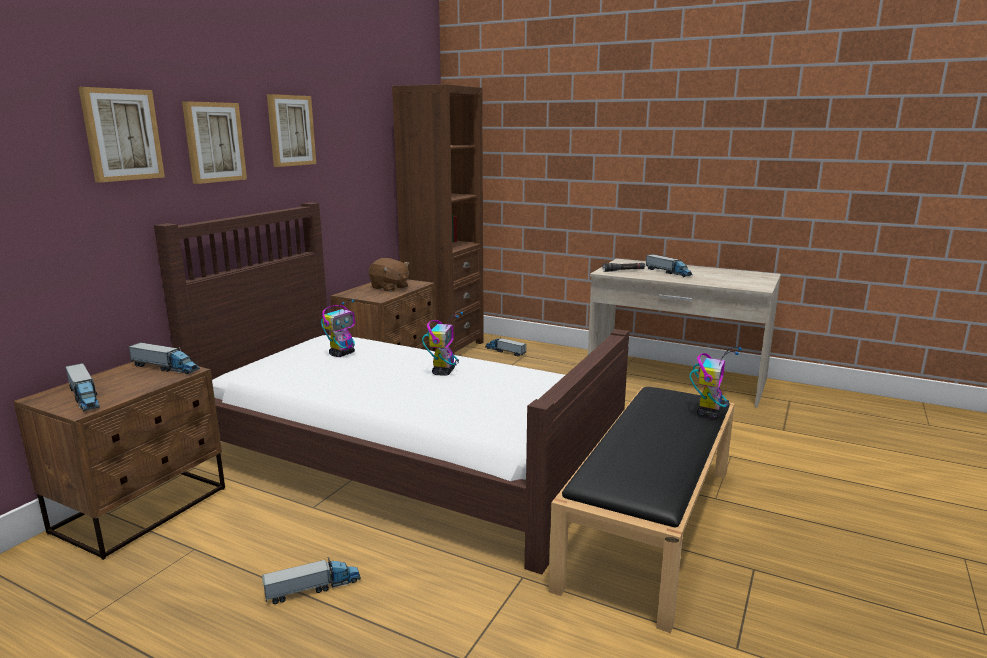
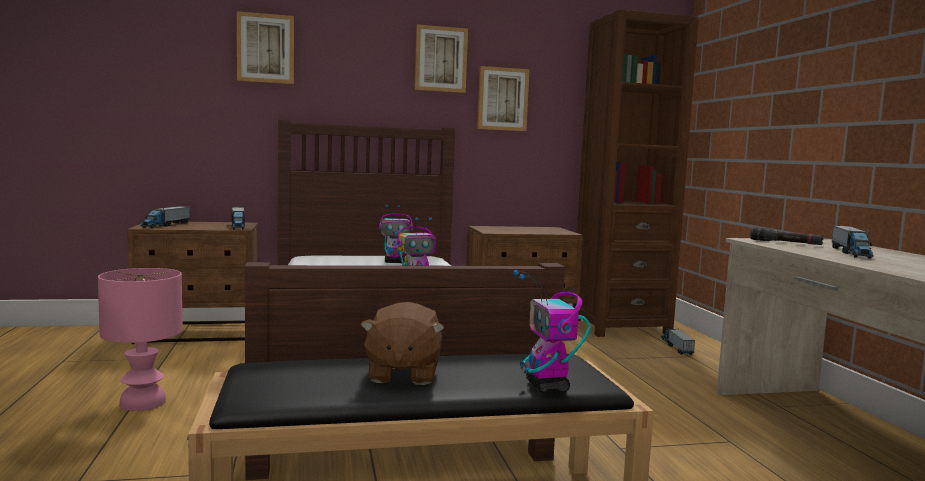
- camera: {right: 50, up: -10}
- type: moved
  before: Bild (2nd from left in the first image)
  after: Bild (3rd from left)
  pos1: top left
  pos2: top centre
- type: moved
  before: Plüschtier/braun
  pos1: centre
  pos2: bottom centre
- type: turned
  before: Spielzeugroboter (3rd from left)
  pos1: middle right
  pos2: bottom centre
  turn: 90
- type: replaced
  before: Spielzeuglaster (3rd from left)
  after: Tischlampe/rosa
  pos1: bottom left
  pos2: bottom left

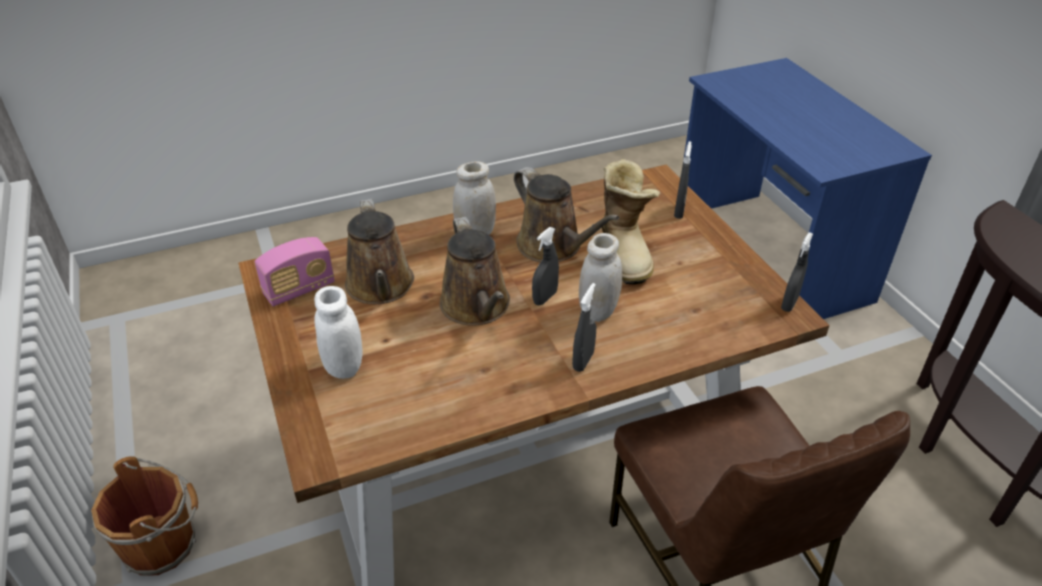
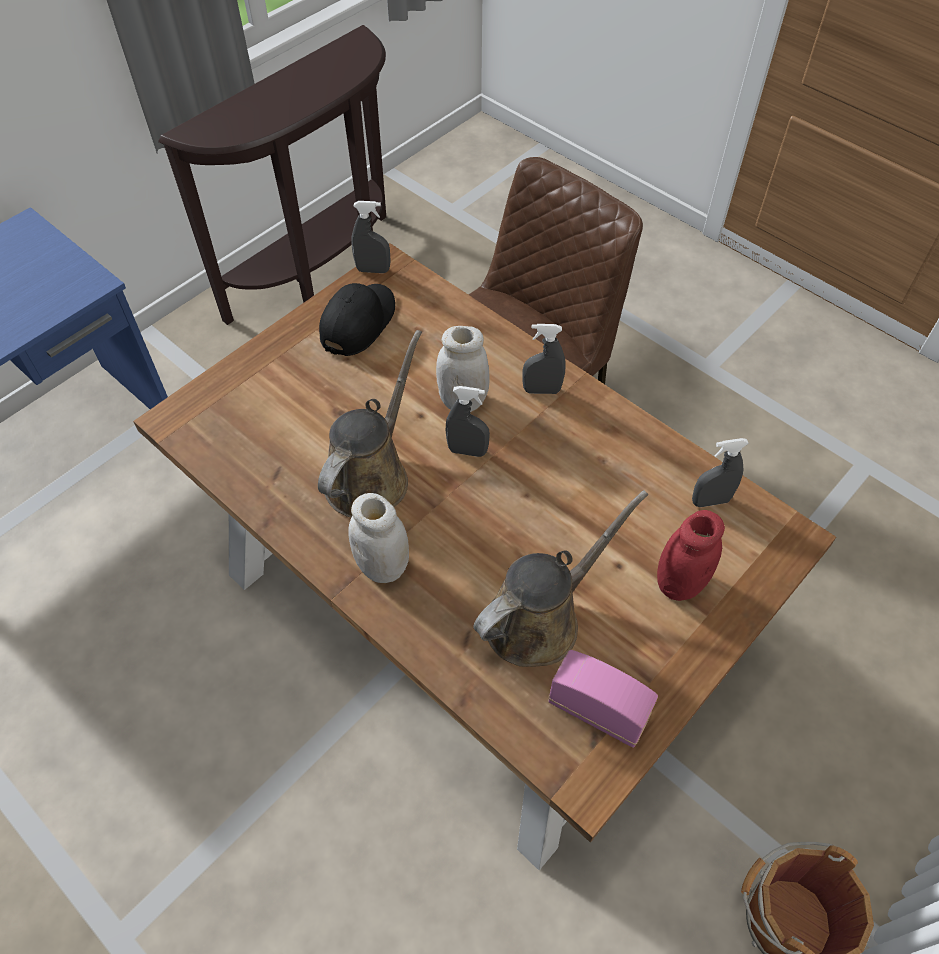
- camera: {right: -115, up: 15}
- type: moved
  before: Sprühflasche/grau (3rd from left in the first image)
  after: Sprühflasche/grau (4th from left)
  pos1: top centre
  pos2: middle right
- type: removed
  before: Stiefel
  pos1: centre
- type: removed
  before: Gießkanne/braun (2nd from left)
  pos1: centre
- type: recoloured
  before: Vorratsglas/weiß (1st from left)
  after: Vorratsglas/rot
  pos1: middle left
  pos2: middle right
- type: added
  after: Kappe/schwarz
  pos2: centre

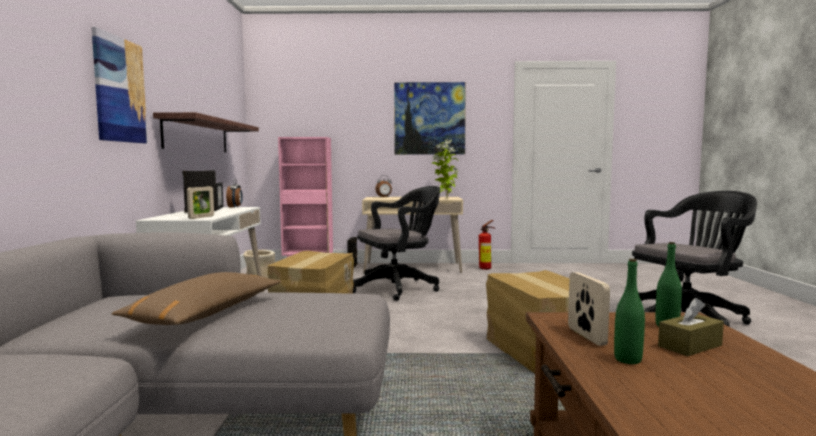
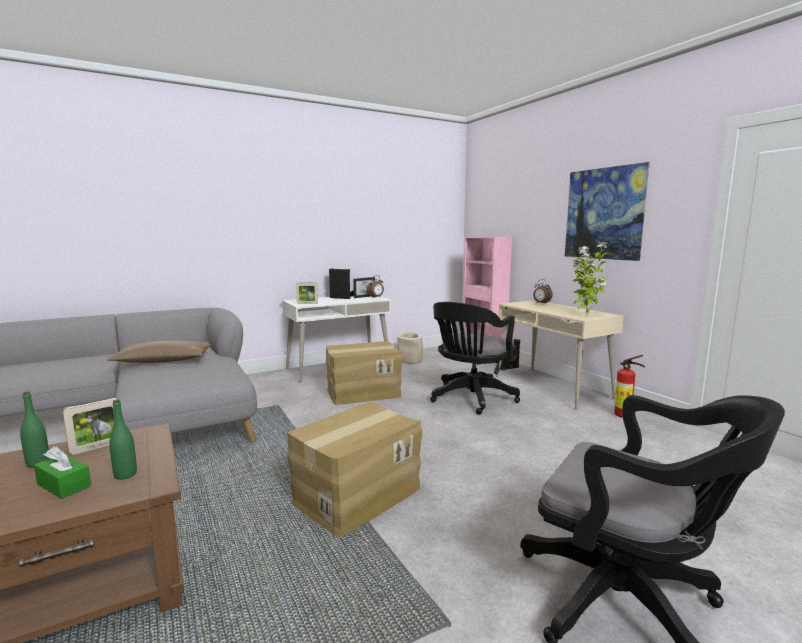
- camera: {right: 60, up: 5}
- type: removed
  before: Bild (1st from left)
  pos1: top left
- type: removed
  before: Wandregal
  pos1: top left
- type: turned
  before: Bürostuhl/schwarz (1st from left)
  pos1: centre
  pos2: centre
  turn: 90
- type: recoloured
  before: Taschentuchbox/braun
  after: Taschentuchbox/grün
  pos1: bottom right
  pos2: bottom left

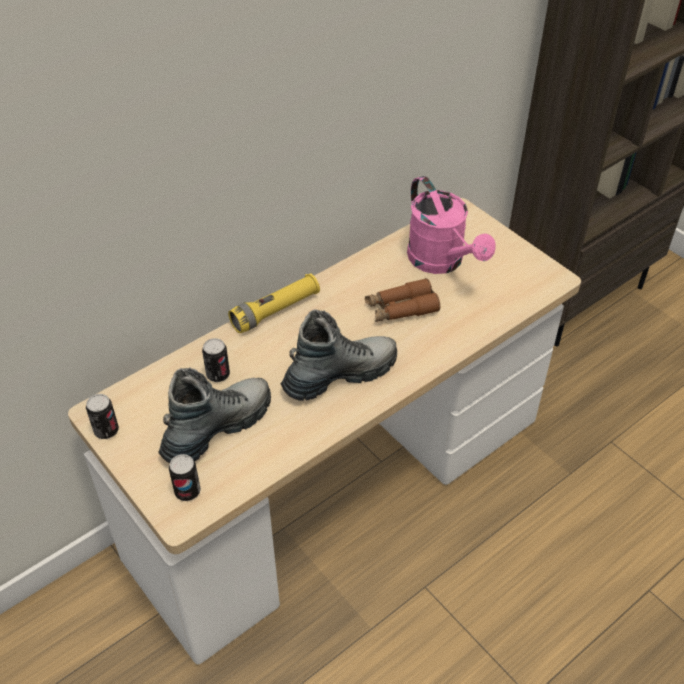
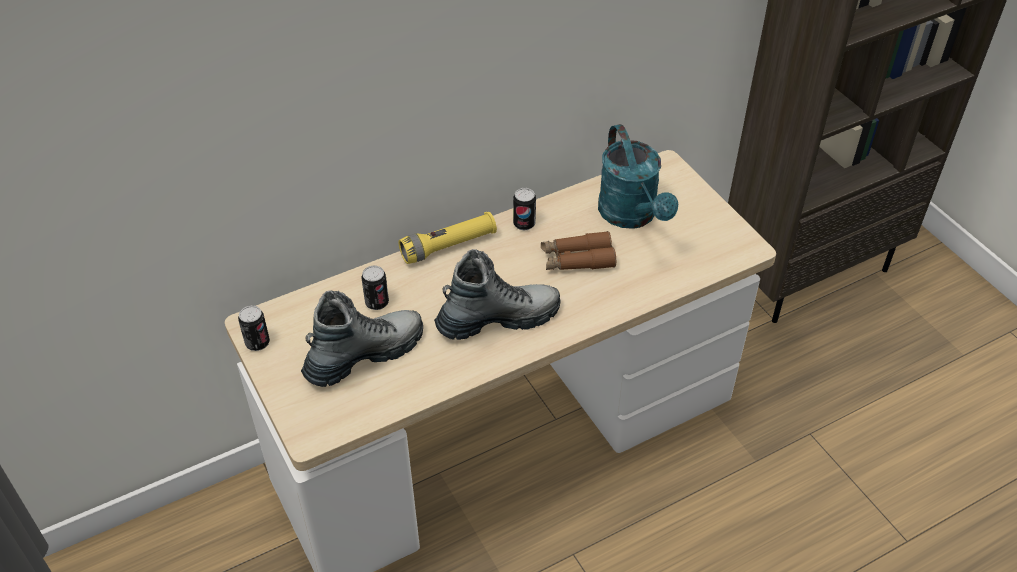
- camera: {right: 10, up: 0}
- type: recoloured
  before: Gießkanne/rosa
  after: Gießkanne/türkis
  pos1: top centre
  pos2: top centre
- type: moved
  before: Dose (2nd from left in the first image)
  after: Dose (3rd from left)
  pos1: bottom left
  pos2: centre

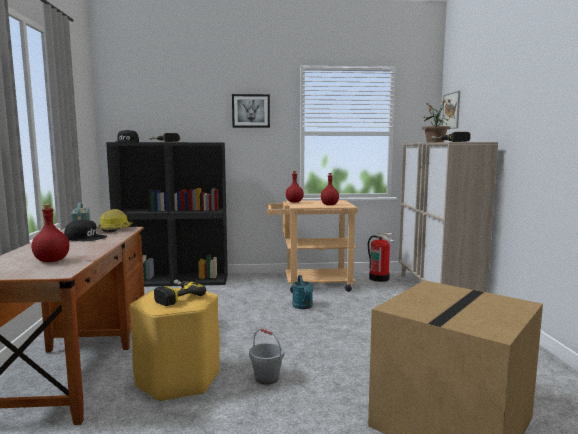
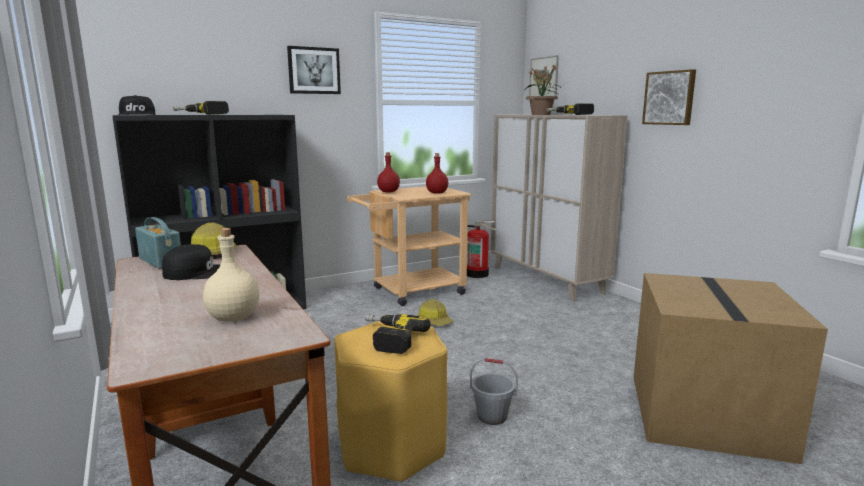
- camera: {right: -25, up: 5}
- type: recoloured
  before: Flasche/rot (1st from left)
  after: Flasche/beige
  pos1: middle left
  pos2: middle left
- type: replaced
  before: Gießkanne/türkis
  after: Schutzhelm (2nd from left)
  pos1: bottom centre
  pos2: centre
- type: added
  after: Bild (3rd from left)
  pos2: top right

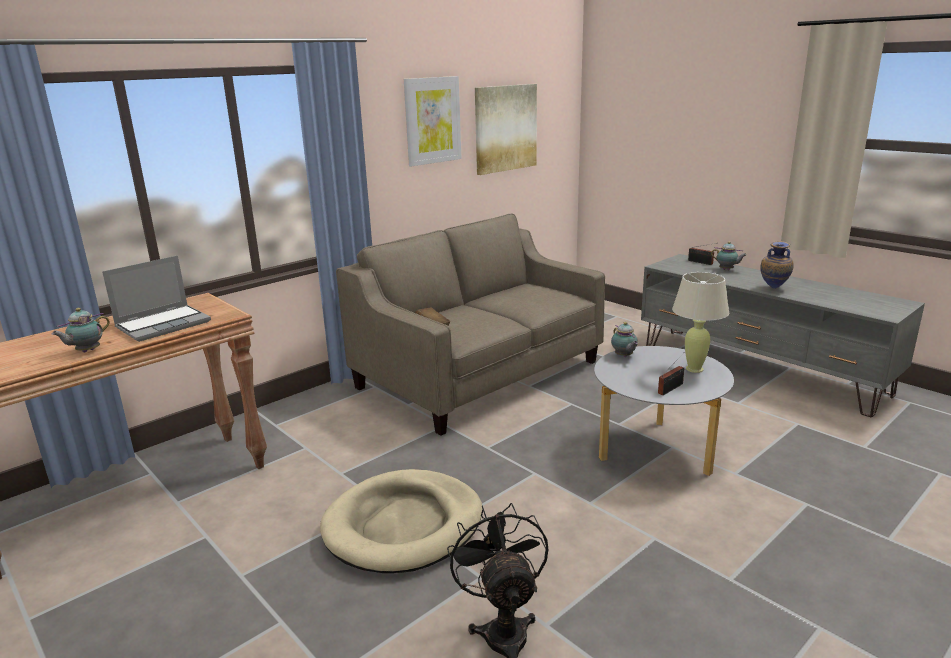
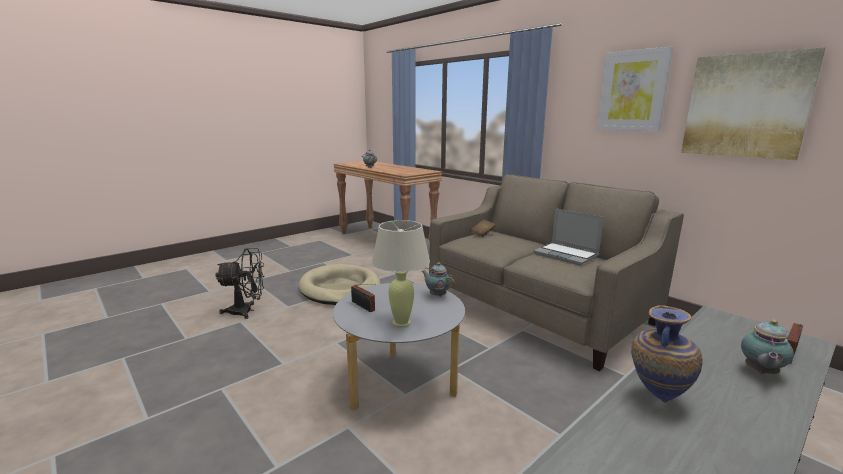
- camera: {right: 90, up: -5}
- type: moved
  before: Laptop
  pos1: middle left
  pos2: middle right
- type: turned
  before: Teekanne (2nd from left)
  pos1: centre
  pos2: centre
  turn: 60

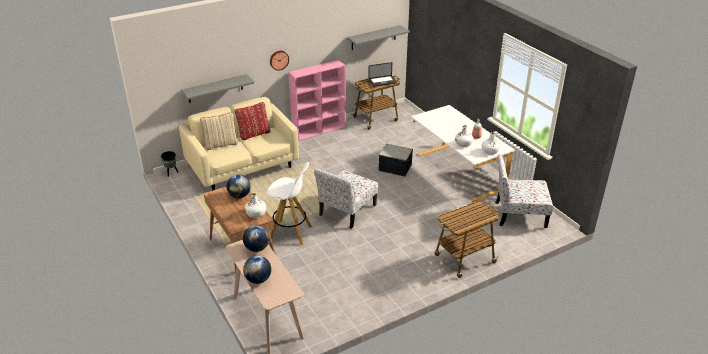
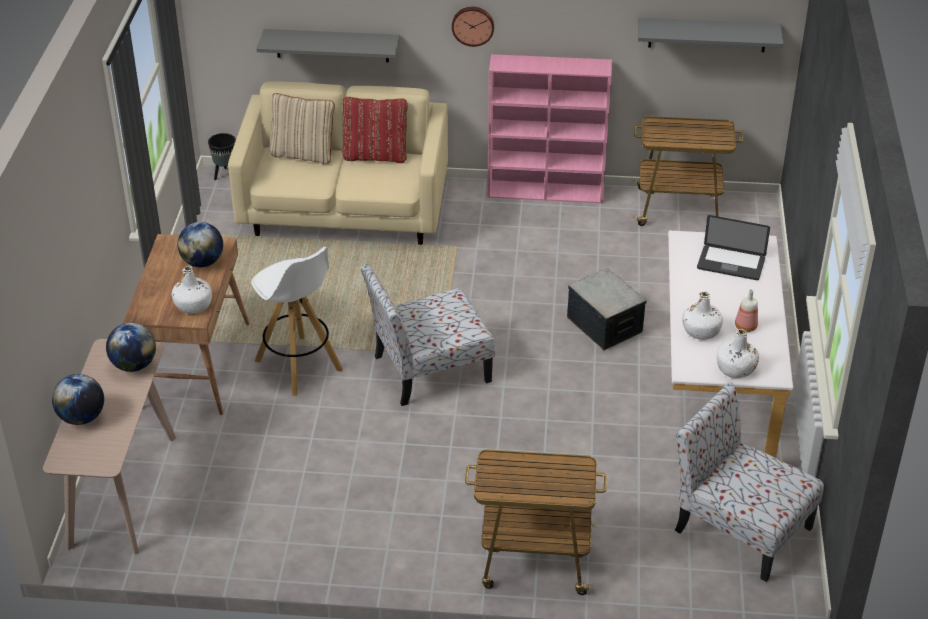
- camera: {right: 35, up: 5}
- type: moved
  before: Laptop
  pos1: top centre
  pos2: middle right

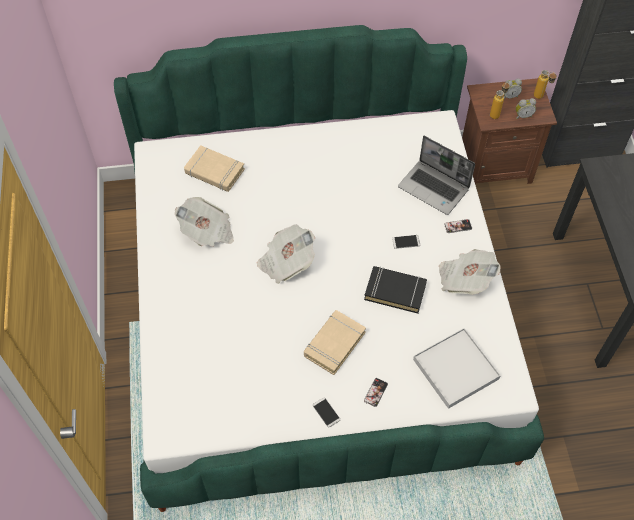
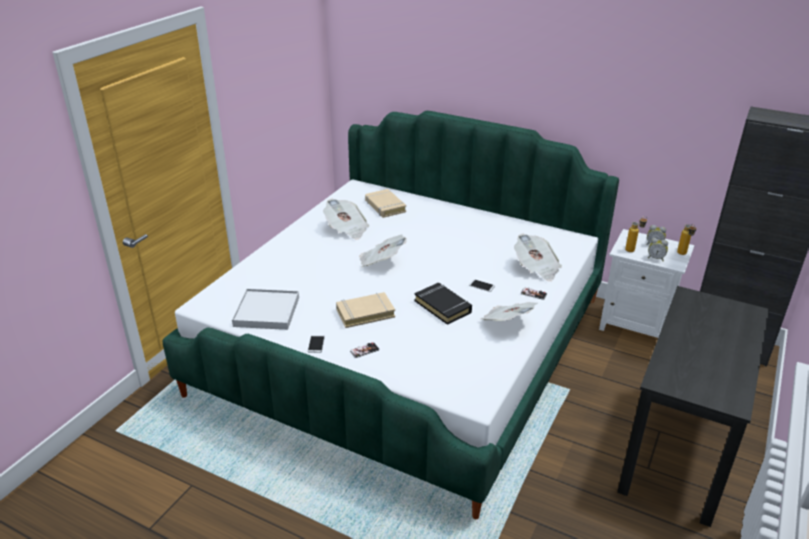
- camera: {right: 35, up: -25}
- type: recoloured
  before: Nachttisch/braun
  after: Nachttisch/weiß
  pos1: top right
  pos2: middle right
- type: replaced
  before: Laptop
  after: Zeitung (4th from left)
  pos1: middle right
  pos2: centre
- type: moved
  before: Tablett/weiß
  pos1: bottom right
  pos2: middle left

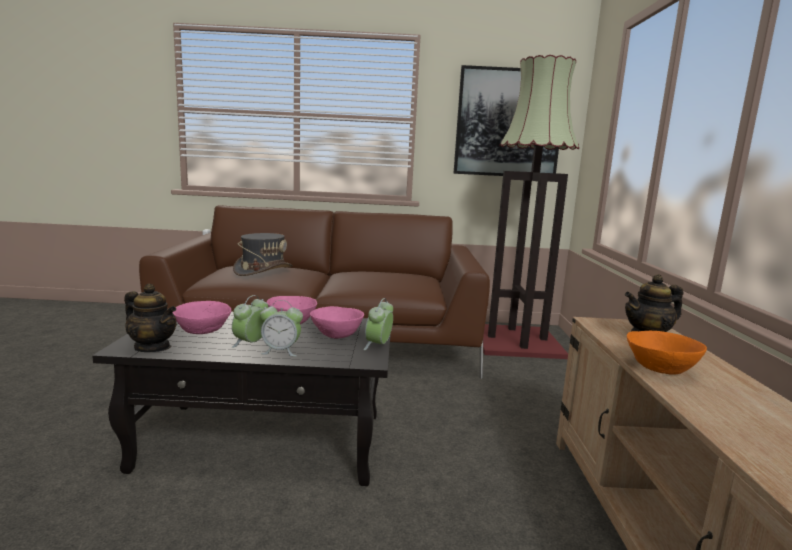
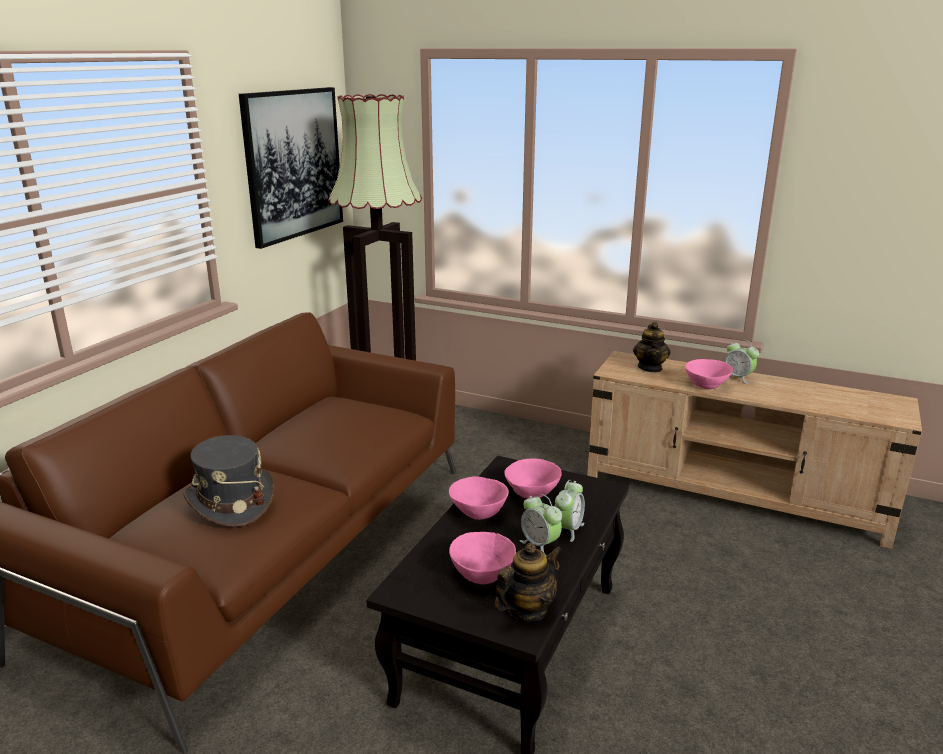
- camera: {right: -65, up: 10}
- type: moved
  before: Wecker (3rd from left)
  pos1: centre
  pos2: middle right
- type: recoloured
  before: Schüssel/orange
  after: Schüssel/rosa (4th from left)
  pos1: middle right
  pos2: middle right

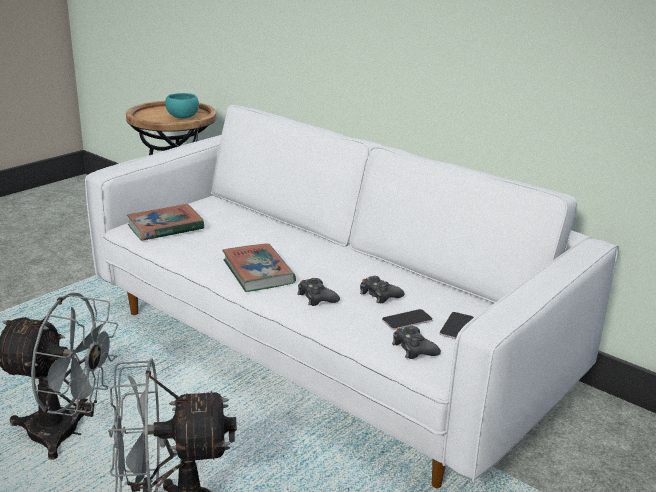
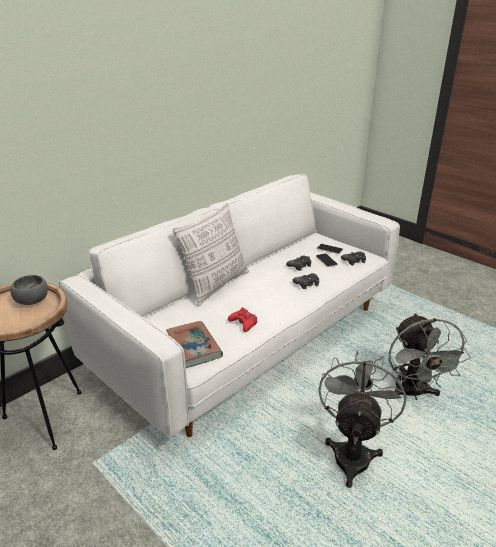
- camera: {right: -85, up: 5}
- type: recoloured
  before: Schüssel/türkis
  after: Schüssel/grau
  pos1: top left
  pos2: middle left
- type: removed
  before: Buch (2nd from left)
  pos1: centre
- type: added
  after: Kissen
  pos2: centre
- type: added
  after: Gamepad/rot
  pos2: centre

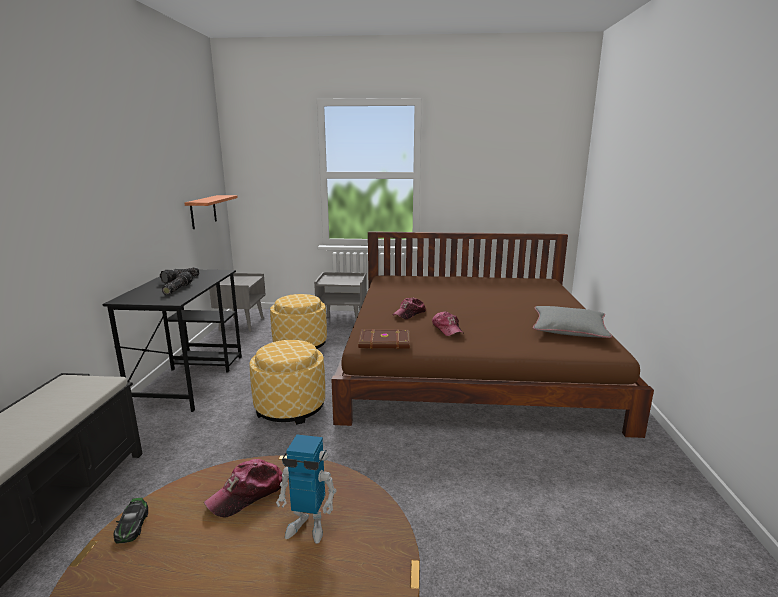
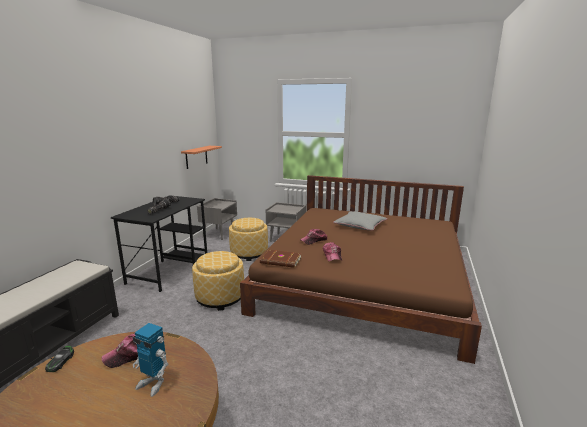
- camera: {right: 15, up: 0}
- type: moved
  before: Kissen/grau
  pos1: middle right
  pos2: centre

